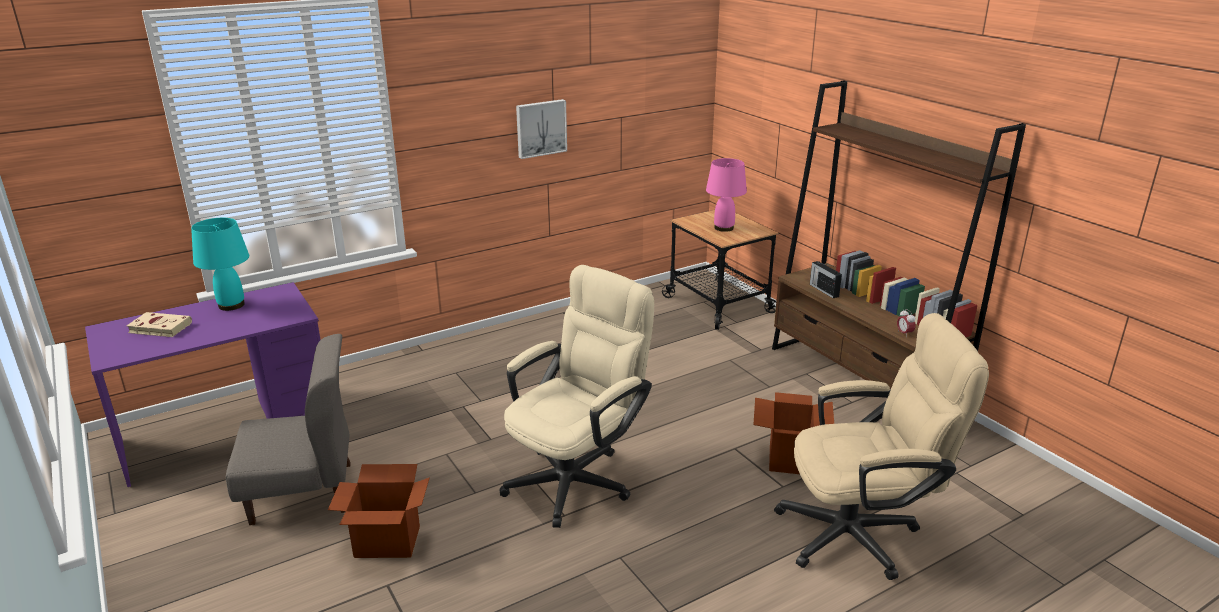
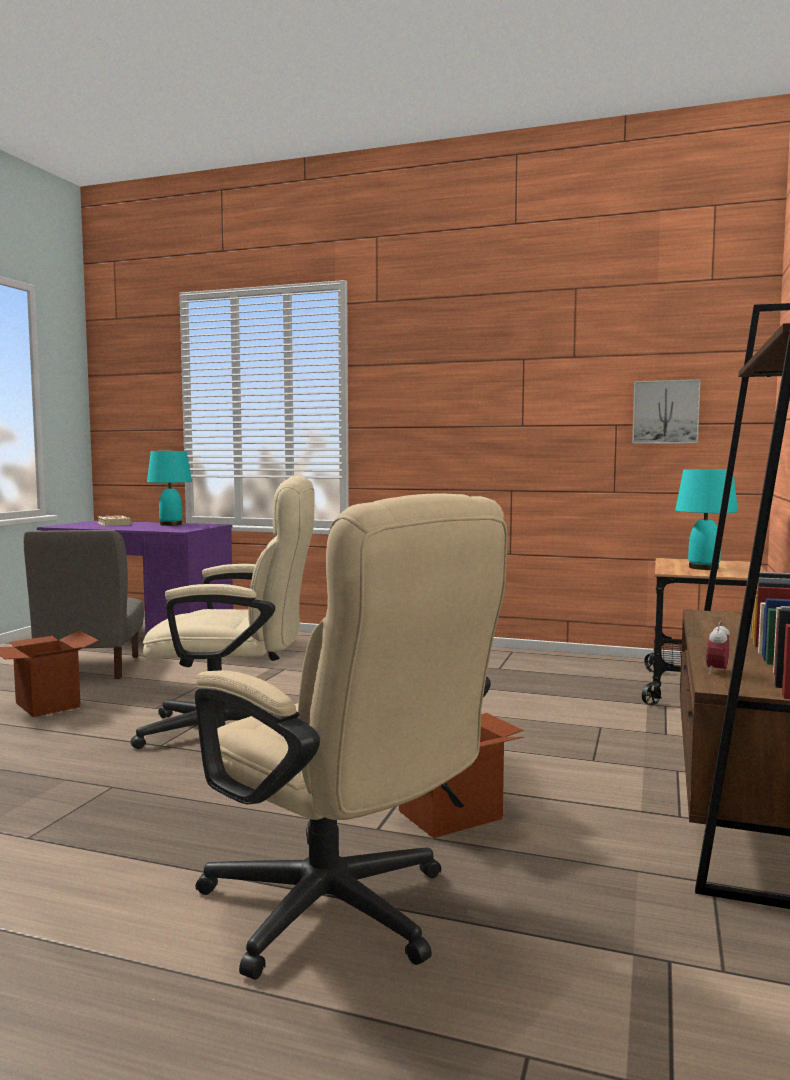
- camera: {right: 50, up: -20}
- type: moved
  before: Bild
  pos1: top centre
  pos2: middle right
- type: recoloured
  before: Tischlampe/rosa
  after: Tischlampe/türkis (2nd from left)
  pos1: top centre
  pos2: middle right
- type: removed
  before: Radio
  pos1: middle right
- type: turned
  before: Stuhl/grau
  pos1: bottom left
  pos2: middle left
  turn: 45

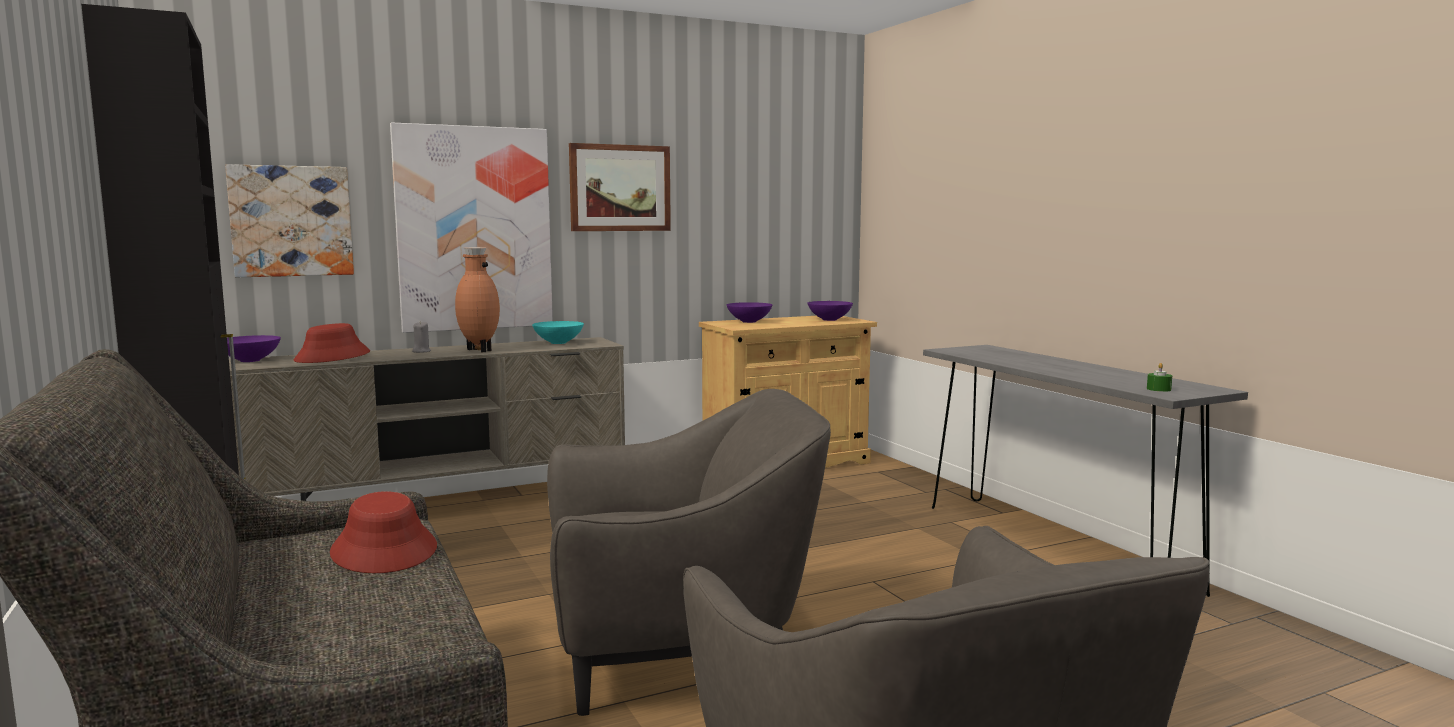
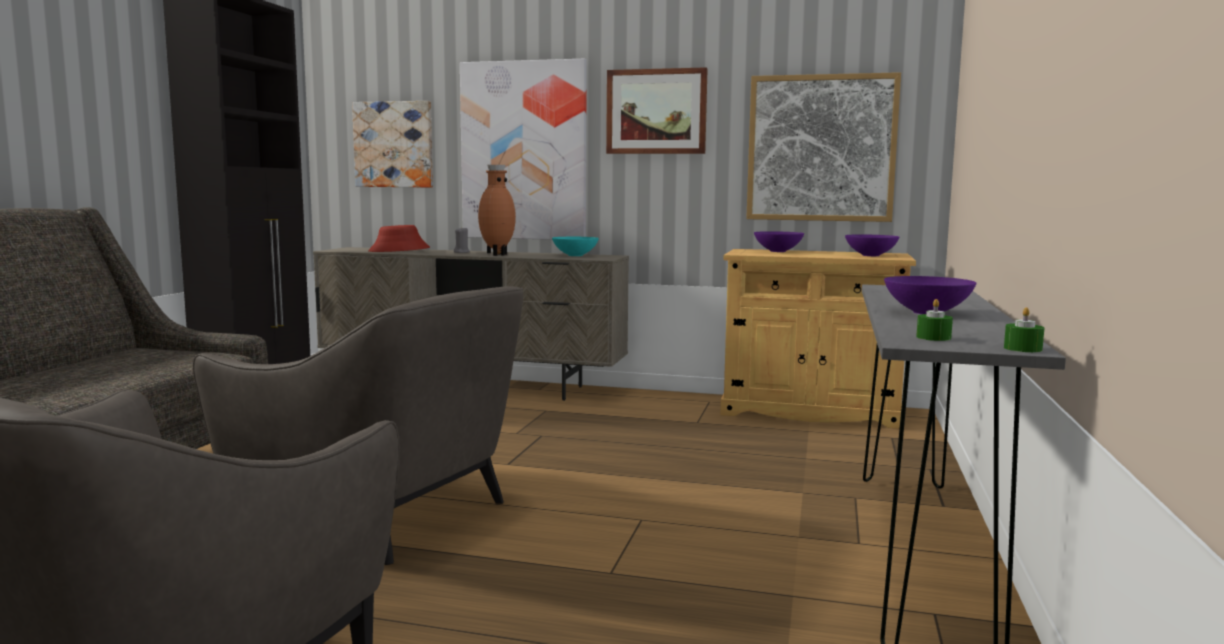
- camera: {right: 40, up: 0}
- type: moved
  before: Schüssel/lila (1st from left in the first image)
  after: Schüssel/lila (3rd from left)
  pos1: middle left
  pos2: middle right
- type: removed
  before: Hut/rot (2nd from left)
  pos1: bottom left
- type: added
  after: Bild (4th from left)
  pos2: top right
- type: added
  after: Kerze/grün (2nd from left)
  pos2: middle right

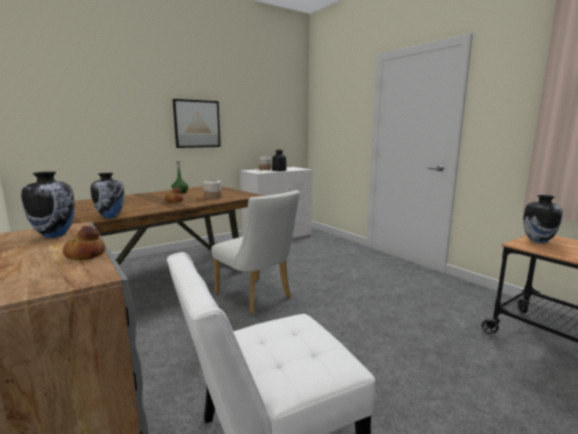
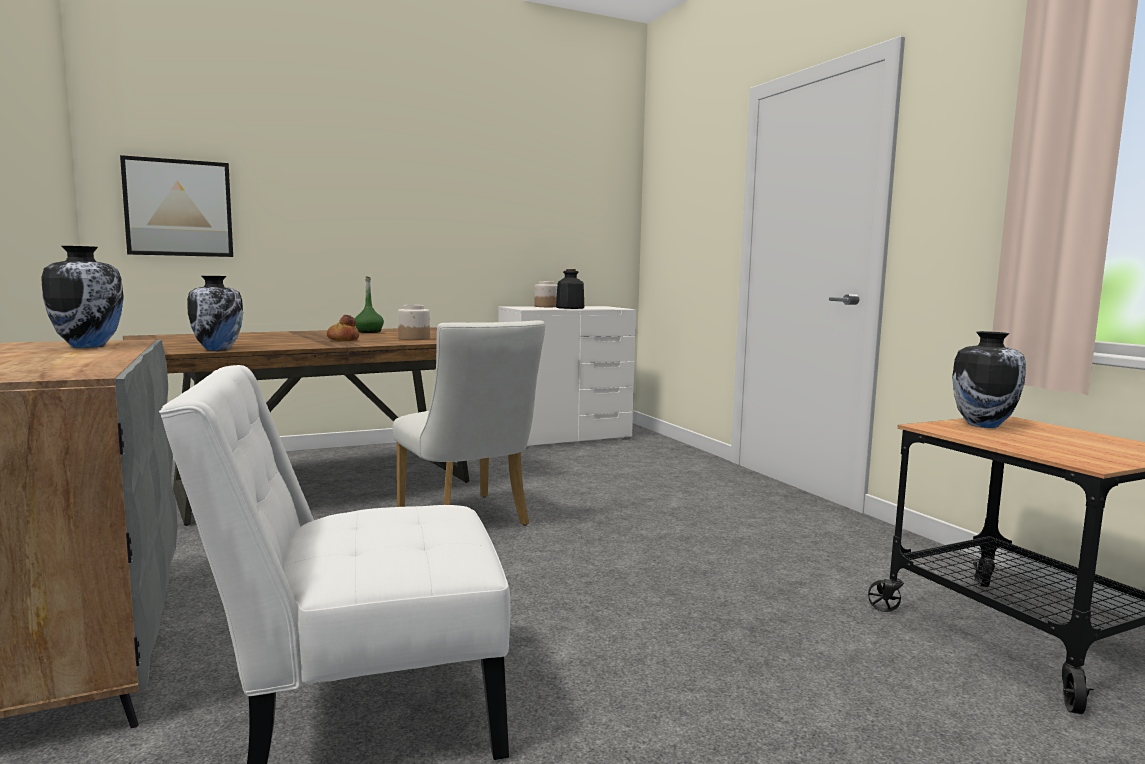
- camera: {right: 10, up: -5}
- type: moved
  before: Bild
  pos1: top centre
  pos2: top left
- type: removed
  before: Brot (1st from left)
  pos1: middle left

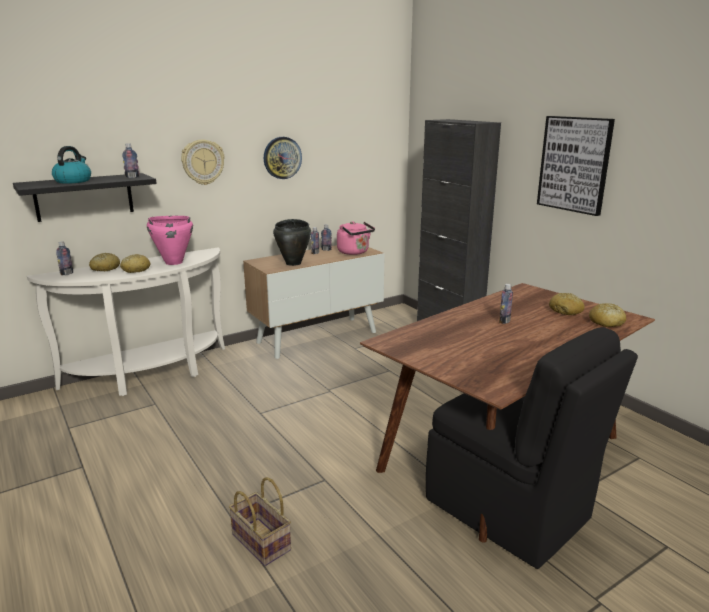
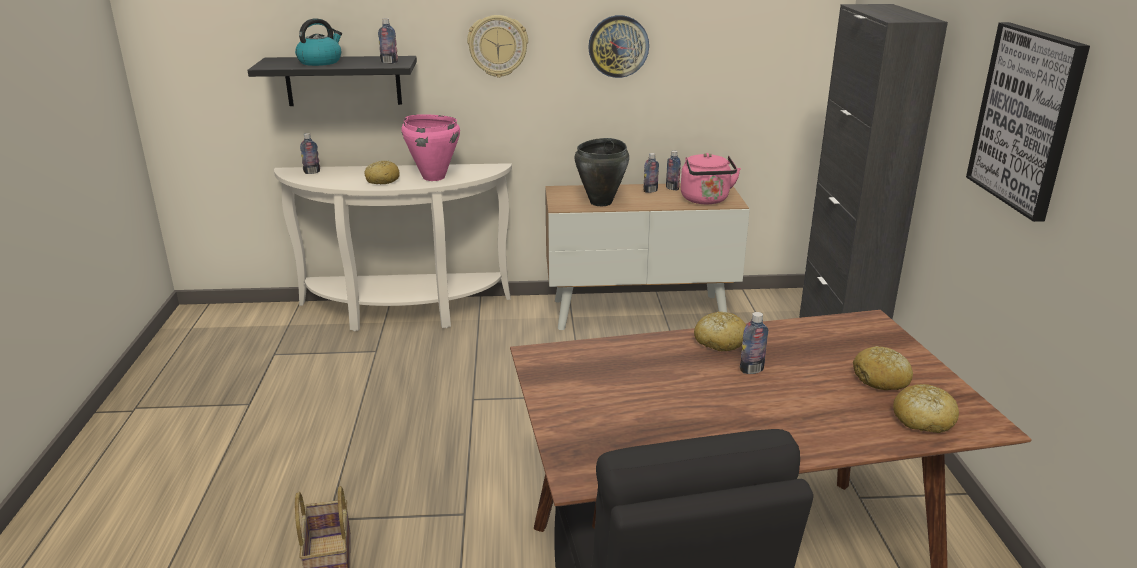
- camera: {right: 30, up: 5}
- type: moved
  before: Brot (1st from left in the first image)
  after: Brot (2nd from left)
  pos1: middle left
  pos2: centre

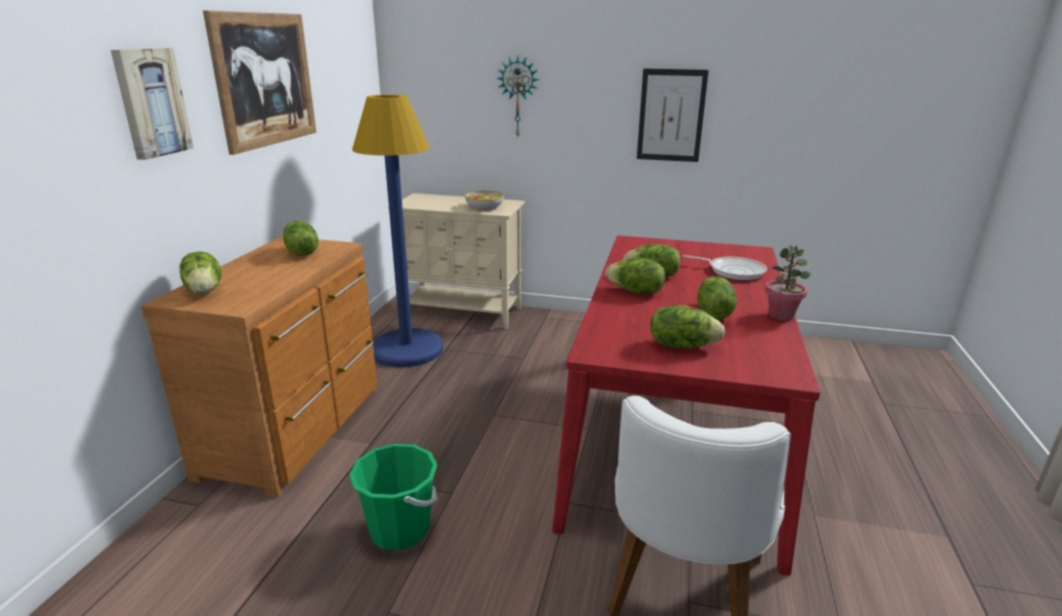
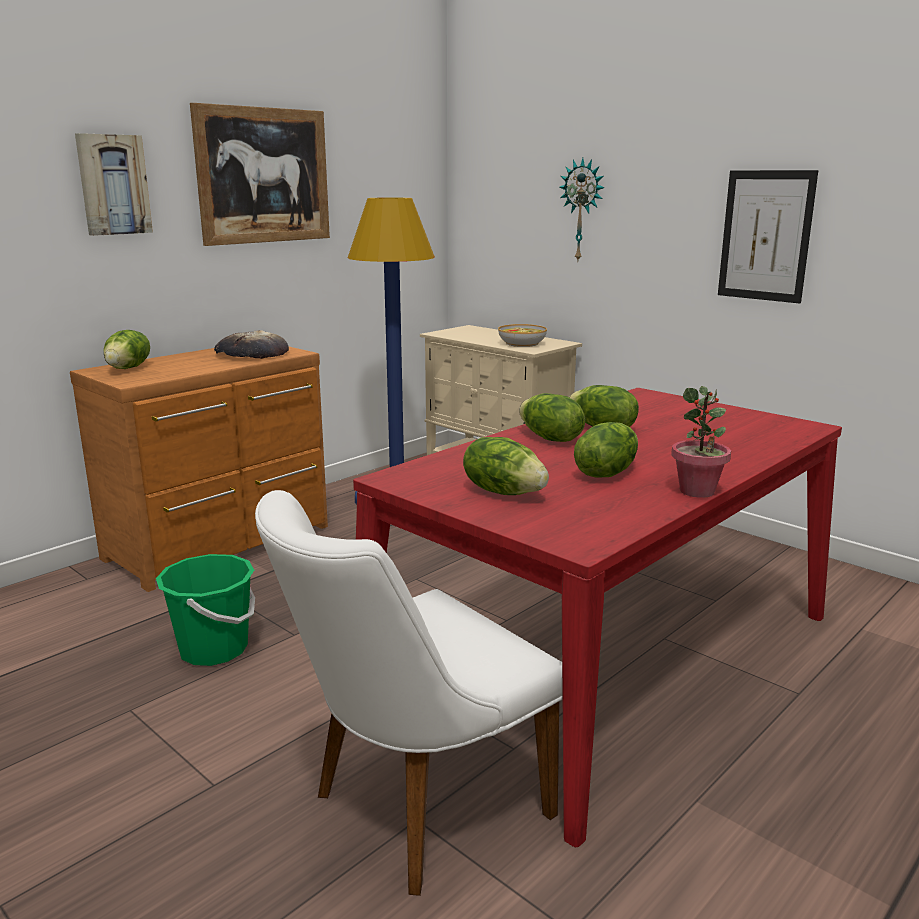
- camera: {right: 30, up: -5}
- type: replaced
  before: Salatkopf (2nd from left)
  after: Brot
  pos1: middle left
  pos2: middle left
- type: removed
  before: Pfanne
  pos1: middle right

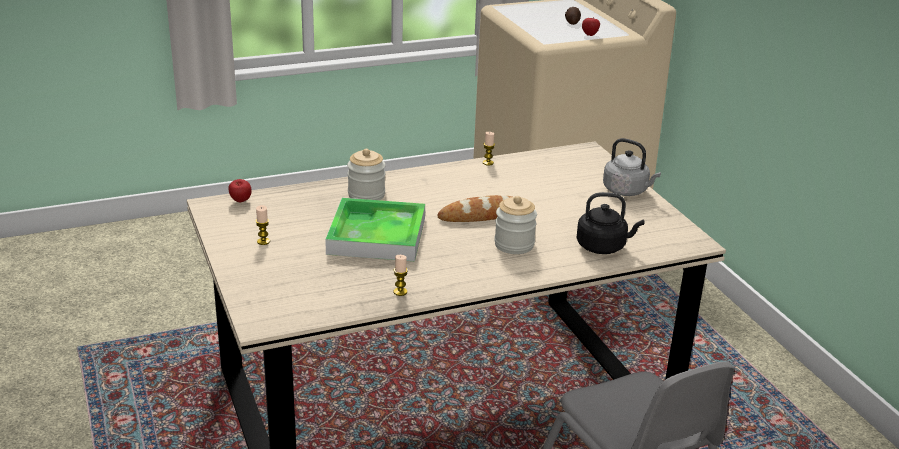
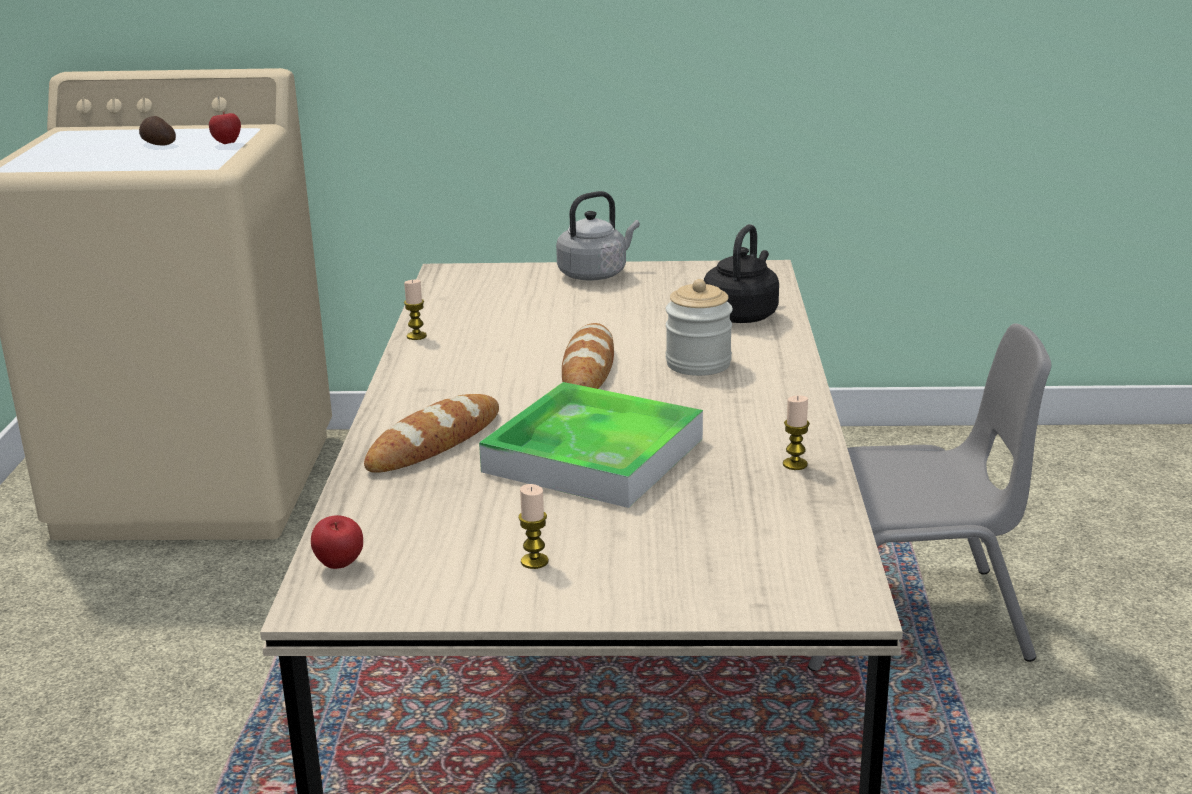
- camera: {right: -65, up: -5}
- type: replaced
  before: Vorratsglas (1st from left)
  after: Brot (1st from left)
  pos1: centre
  pos2: centre

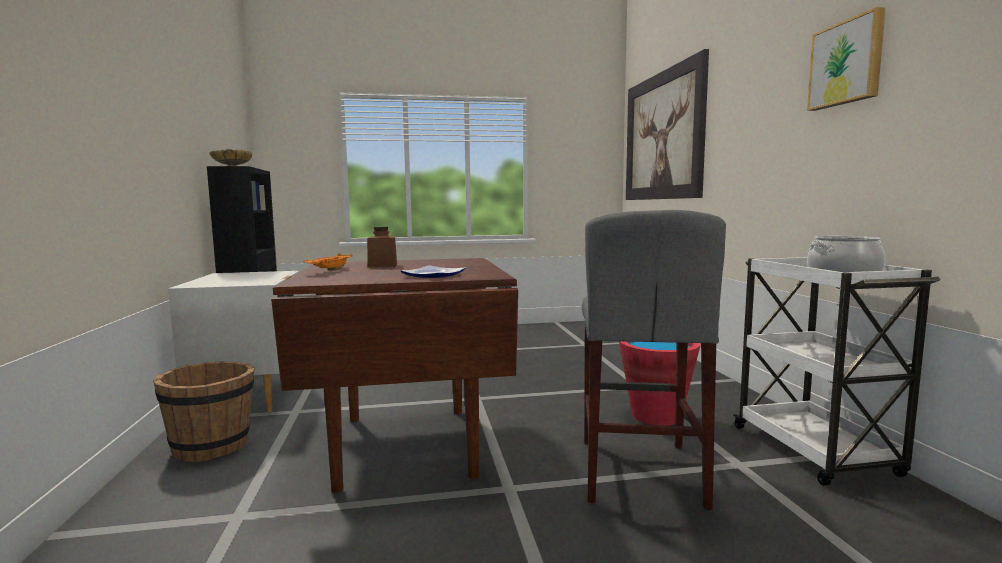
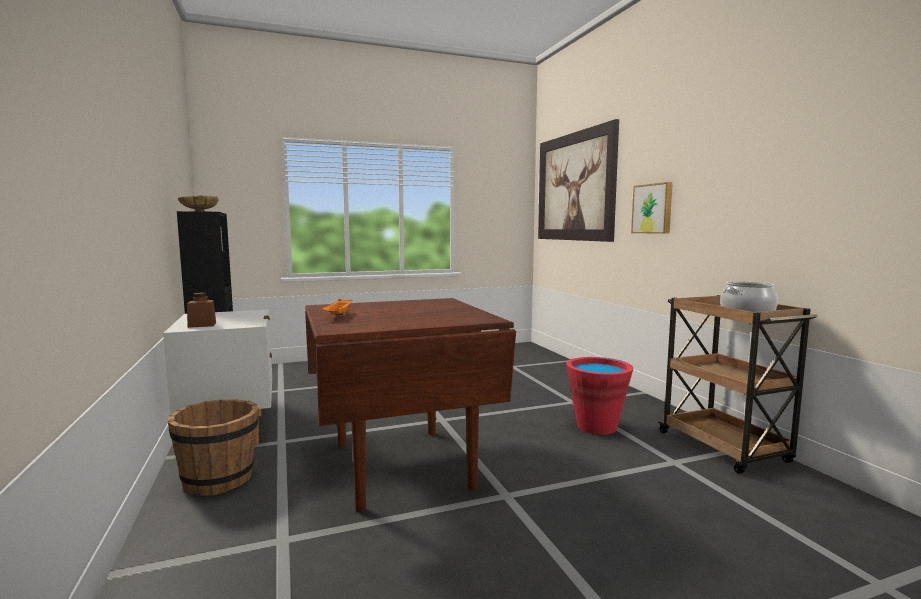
- camera: {right: -10, up: 0}
- type: moved
  before: Bild (2nd from left)
  pos1: top right
  pos2: middle right
- type: removed
  before: Hocker/grau
  pos1: centre
- type: moved
  before: Vorratsglas/braun
  pos1: centre
  pos2: middle left
- type: recoloured
  before: Rollwagen/weiß
  after: Rollwagen/braun
  pos1: middle right
  pos2: middle right
- type: removed
  before: Teller
  pos1: centre

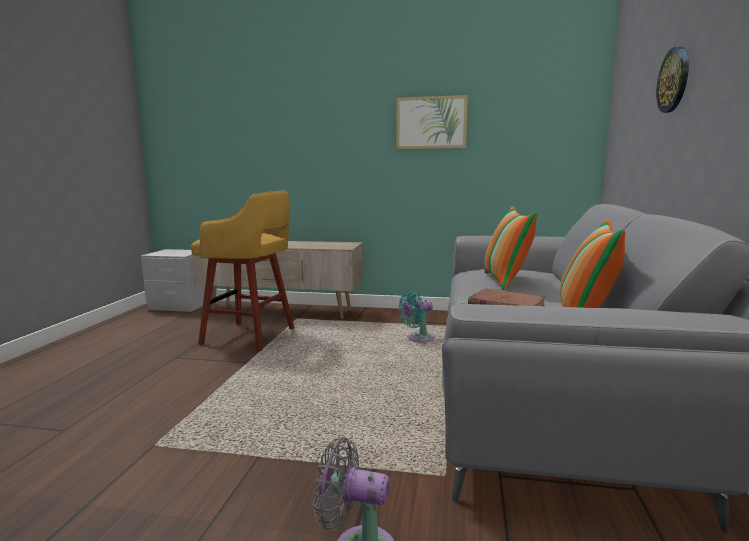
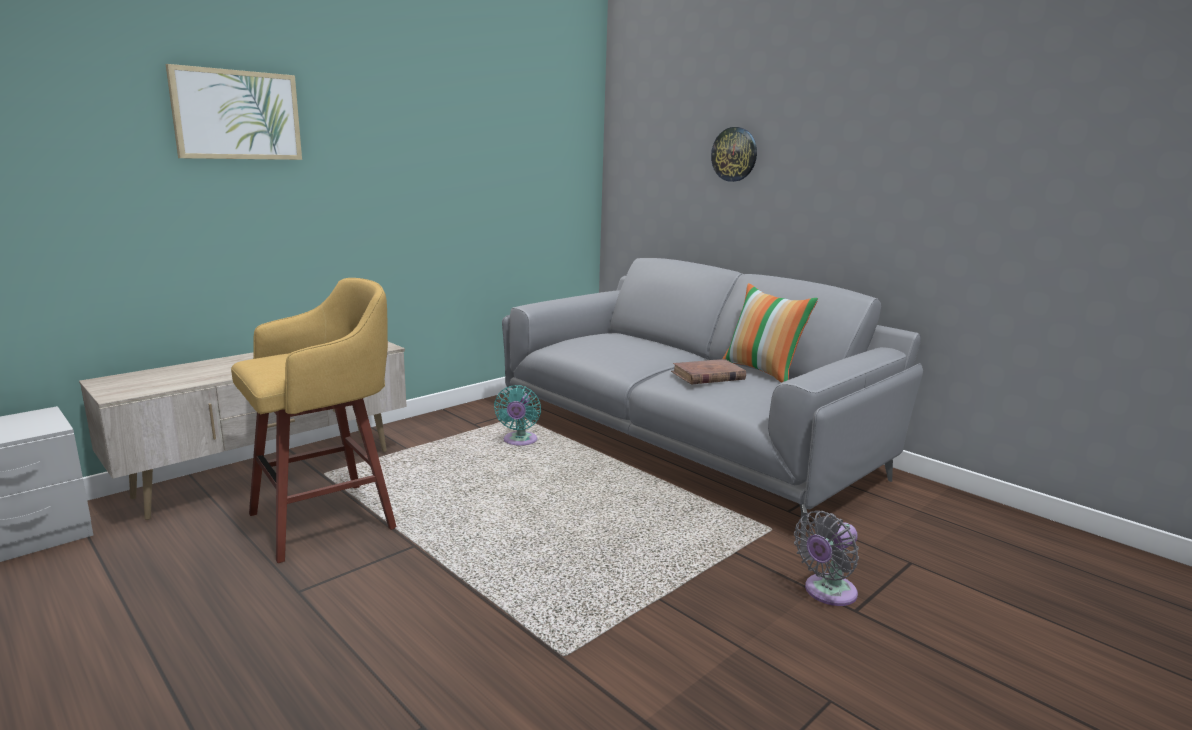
- camera: {right: -55, up: 5}
- type: moved
  before: Bild
  pos1: top centre
  pos2: top left
- type: removed
  before: Kissen (1st from left)
  pos1: middle right

